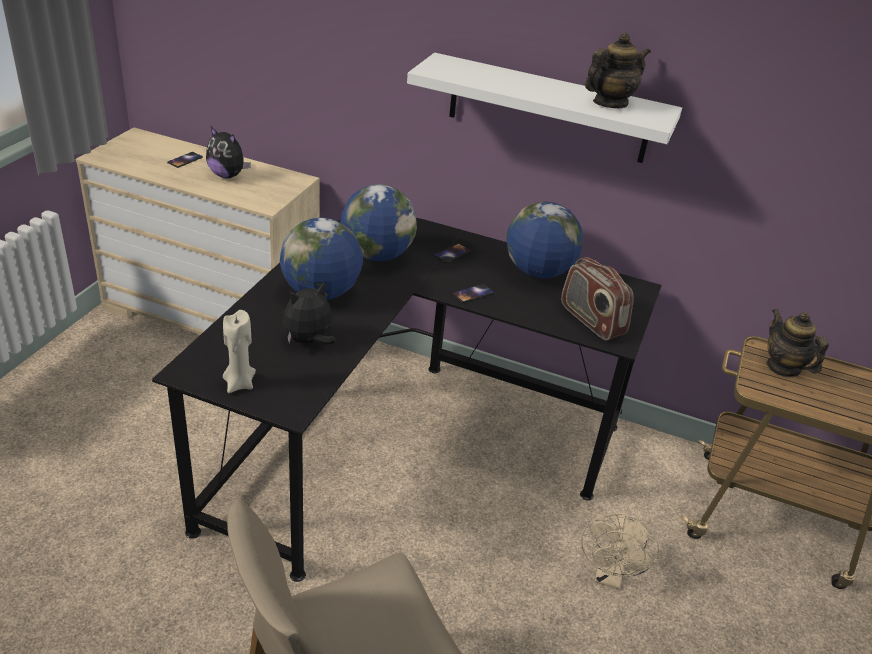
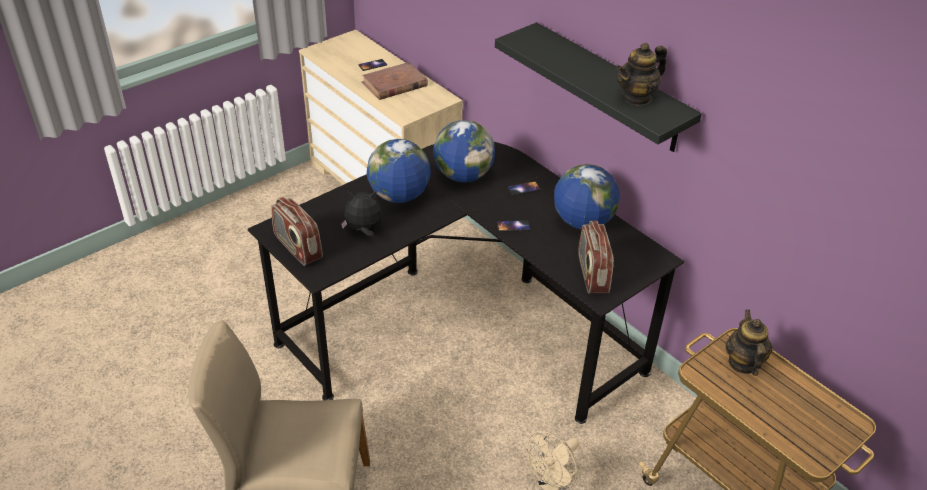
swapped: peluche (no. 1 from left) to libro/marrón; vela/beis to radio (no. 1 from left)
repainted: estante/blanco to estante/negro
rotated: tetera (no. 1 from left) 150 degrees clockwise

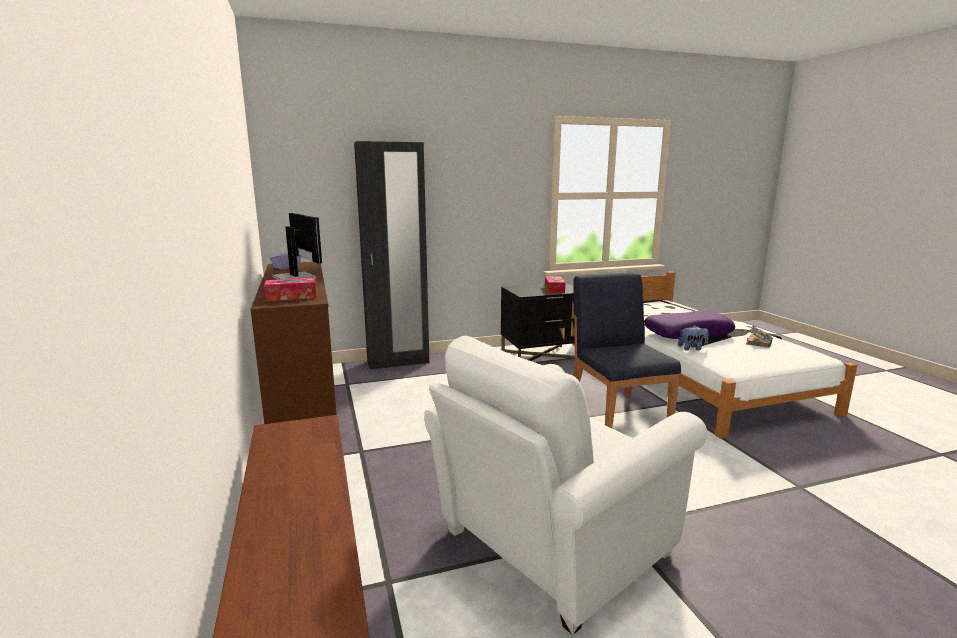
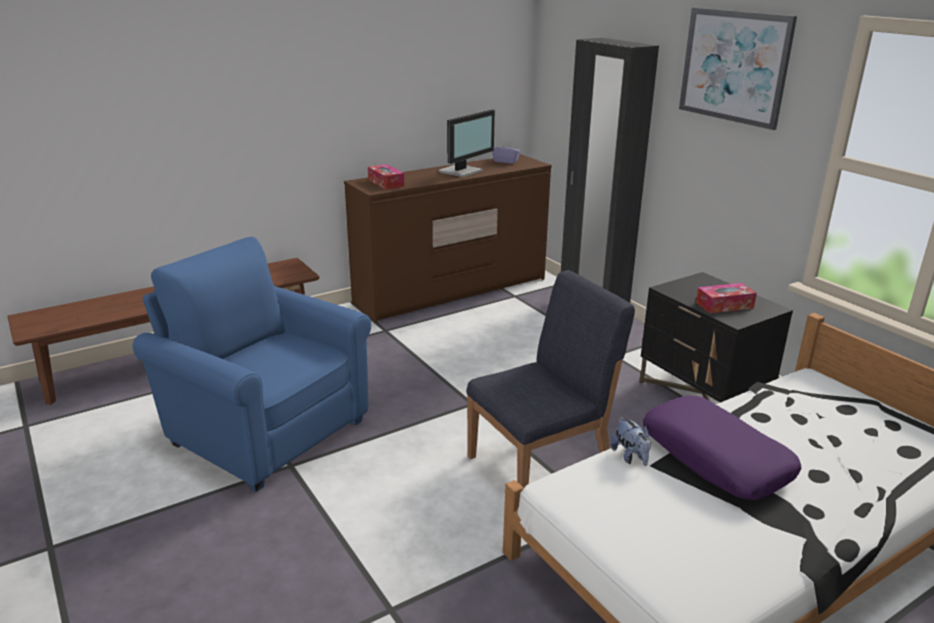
gone: libro
new: cuadro
repainted: sillón/blanco to sillón/azul

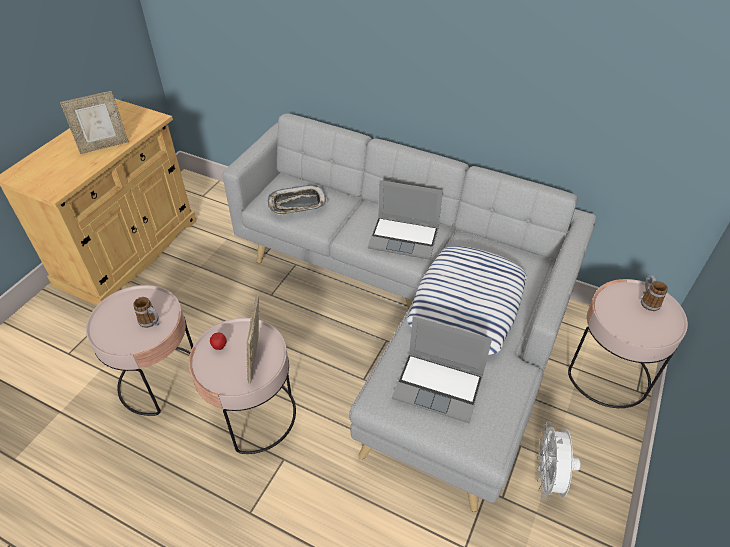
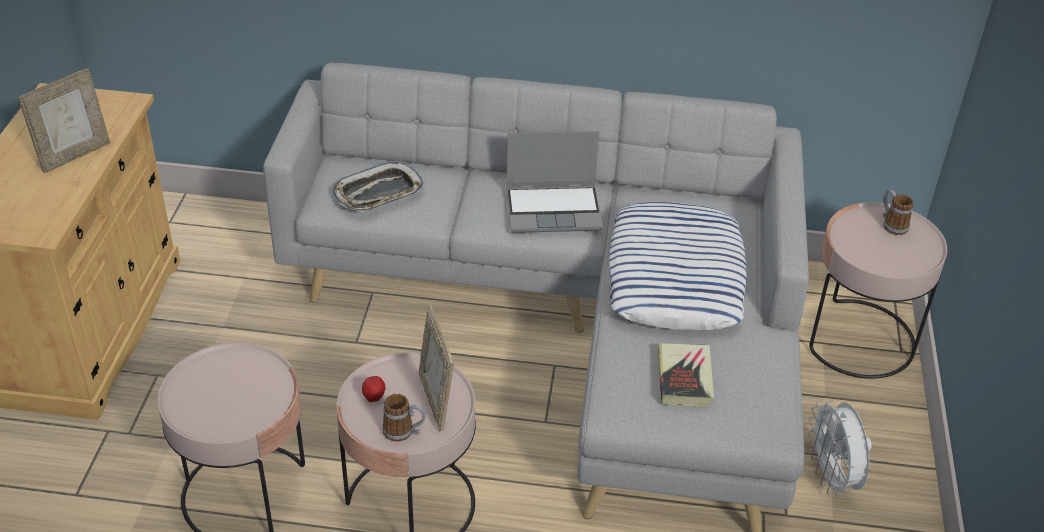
shifted: taza grande (no. 1 from left)
swapped: portátil (no. 2 from left) to libro

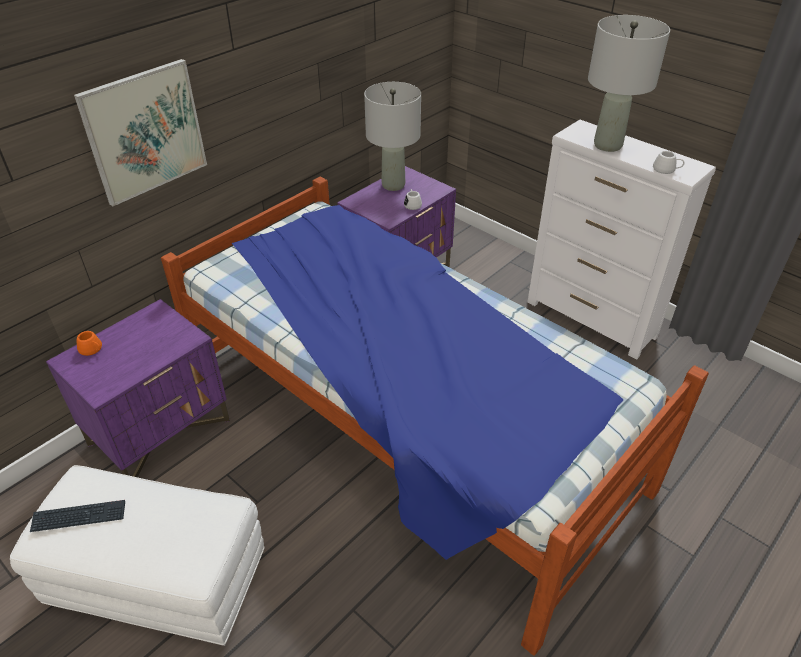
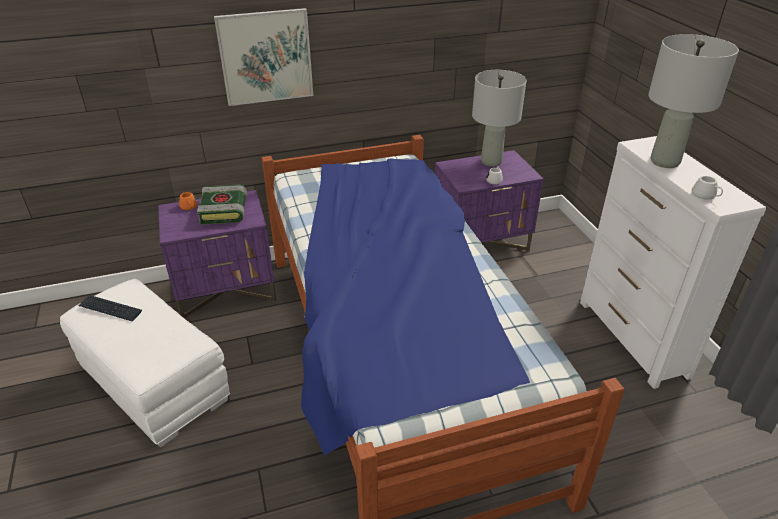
new: libro

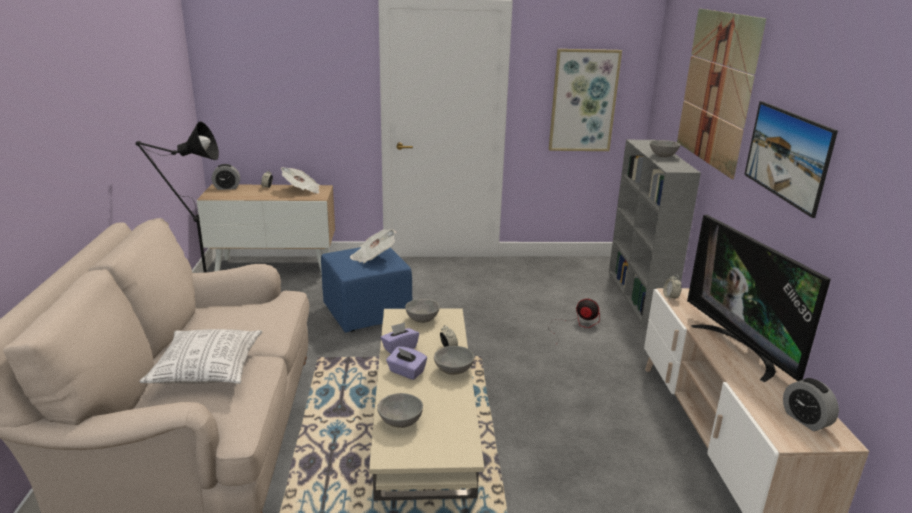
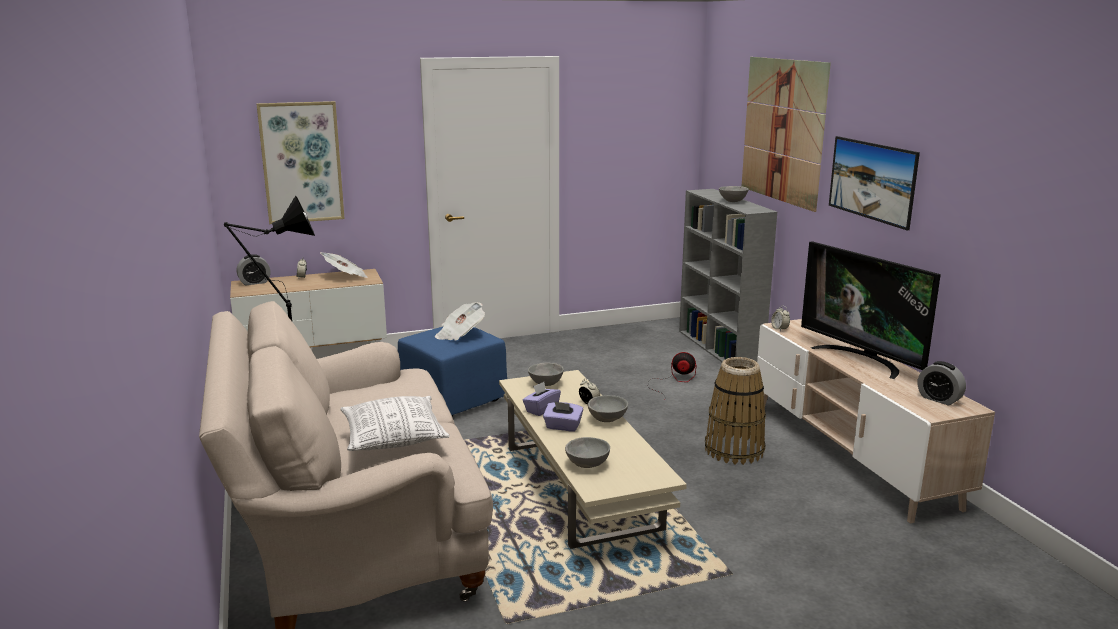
new: cesta
shifted: cuadro (no. 1 from left)

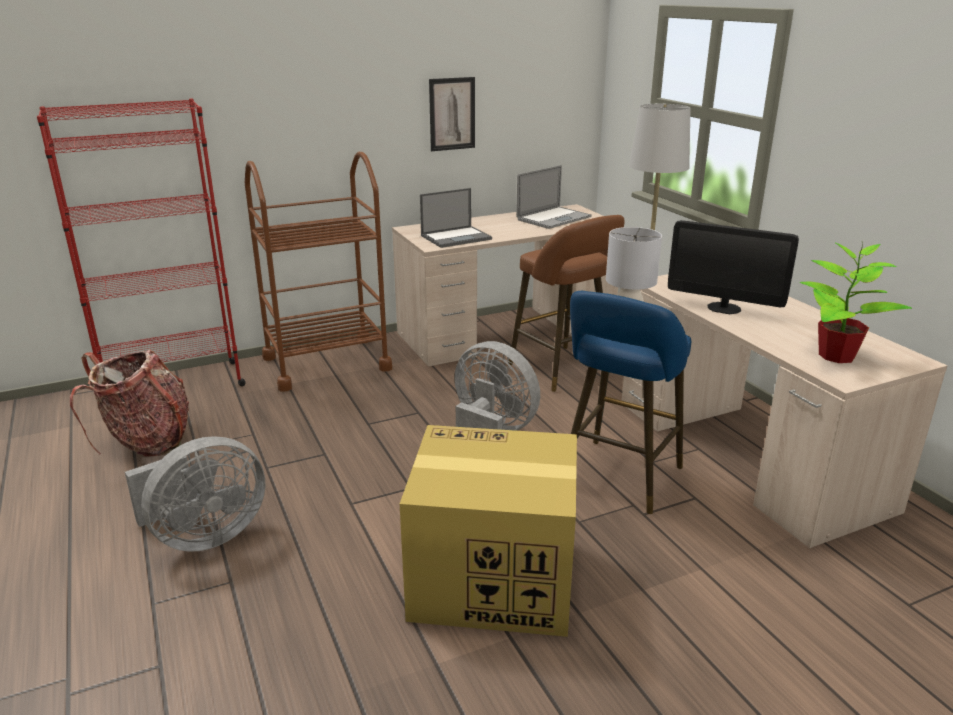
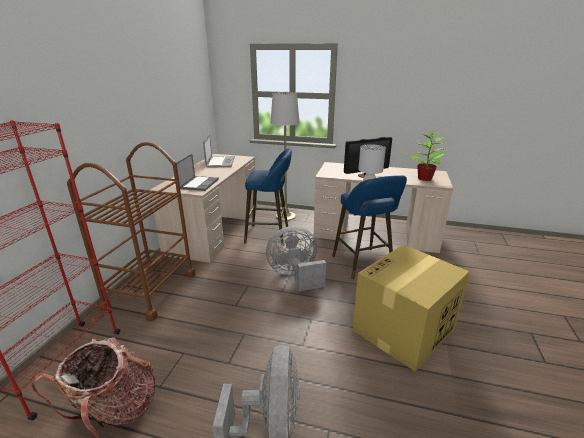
gone: cuadro
repainted: taburete/marrón to taburete/azul (no. 1 from left)

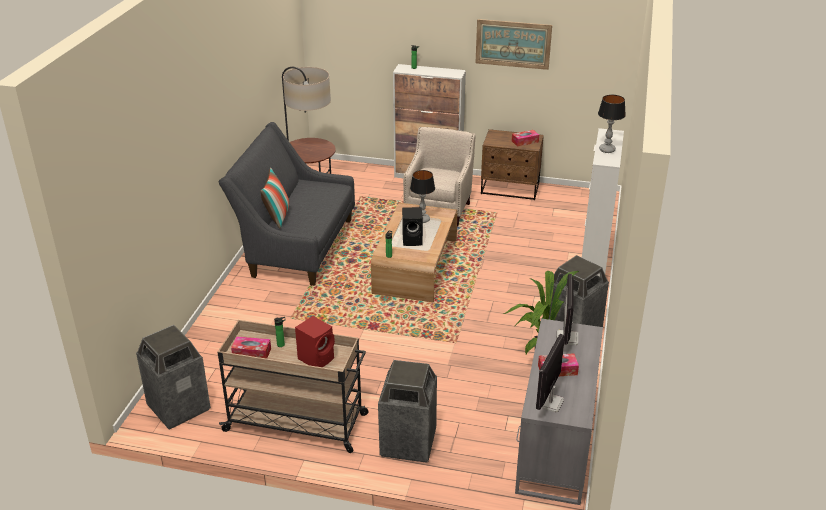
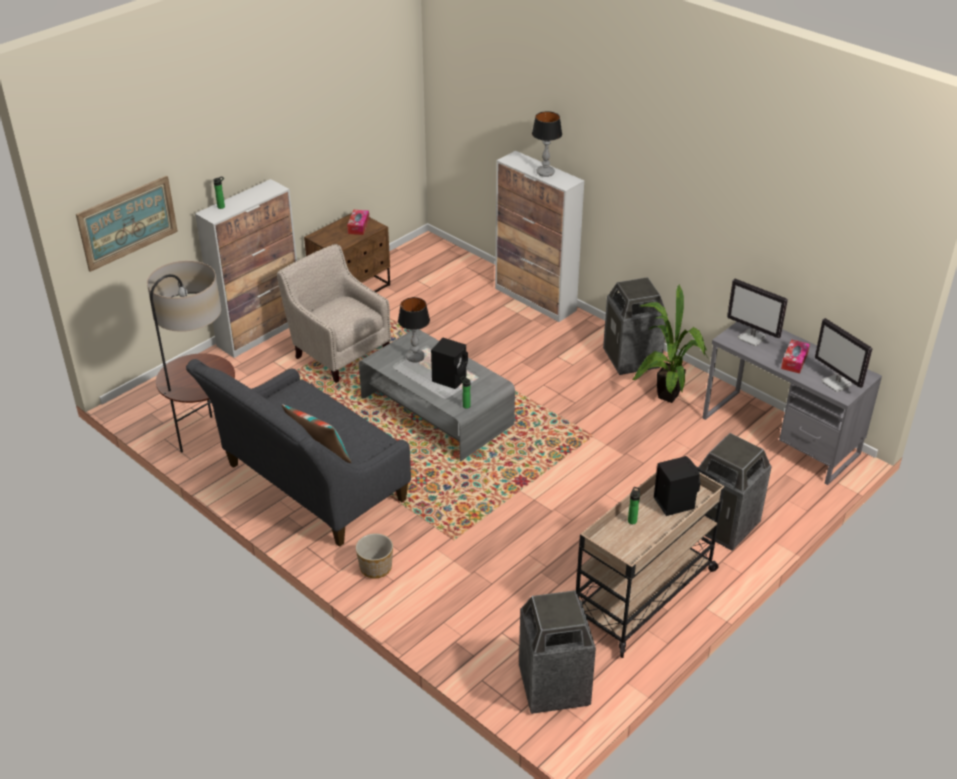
gone: caja de pañuelos (no. 1 from left)
new: maceta
shifted: cuadro
repainted: mesa de centro/marrón to mesa de centro/gris; altavoz/rojo to altavoz/negro (no. 2 from left)

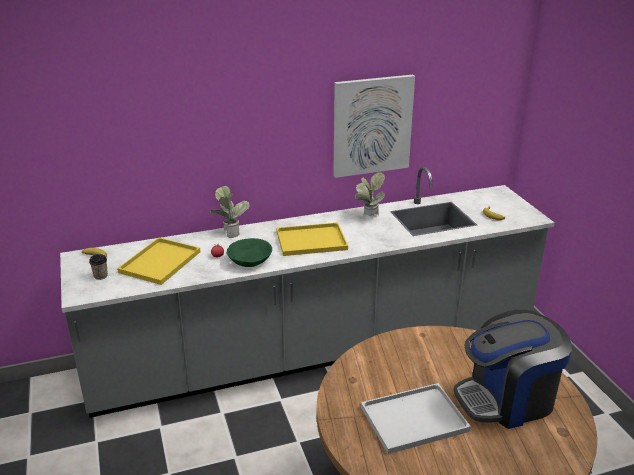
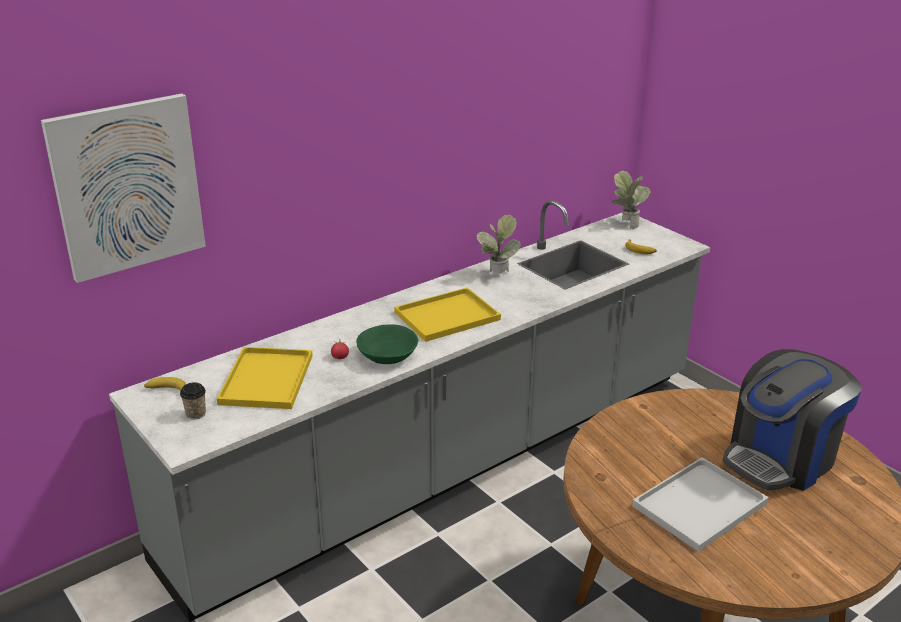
shifted: cuadro; planta en maceta (no. 1 from left in the first image) to planta en maceta (no. 2 from left)

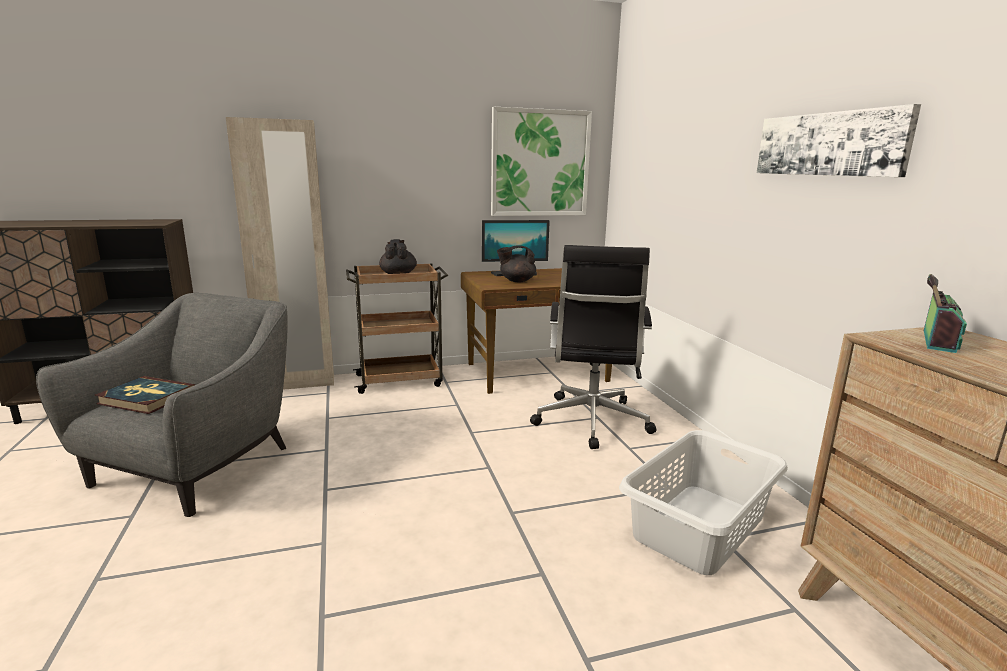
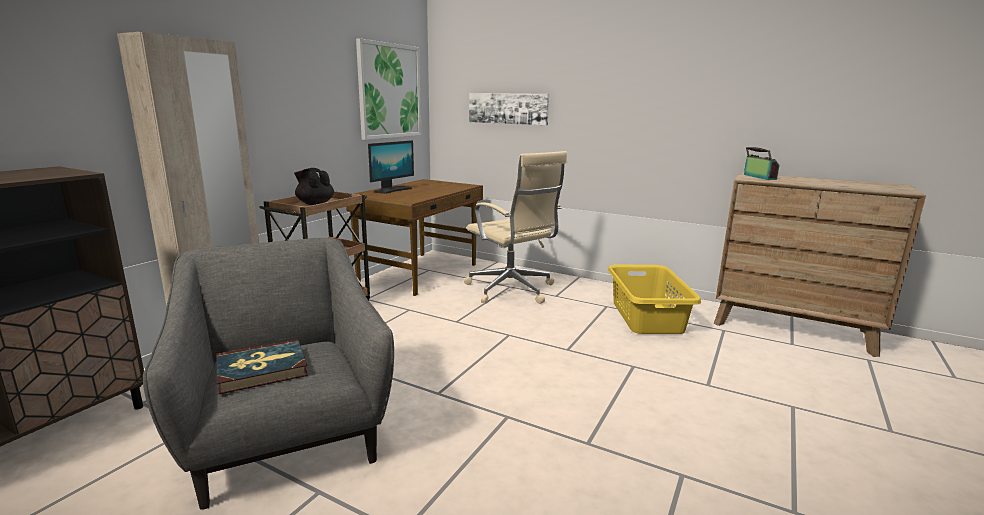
gone: tetera/negro (no. 2 from left)
shifted: cuadro (no. 2 from left)
repainted: silla de oficina/negro to silla de oficina/beis; cesto de la ropa/gris to cesto de la ropa/amarillo

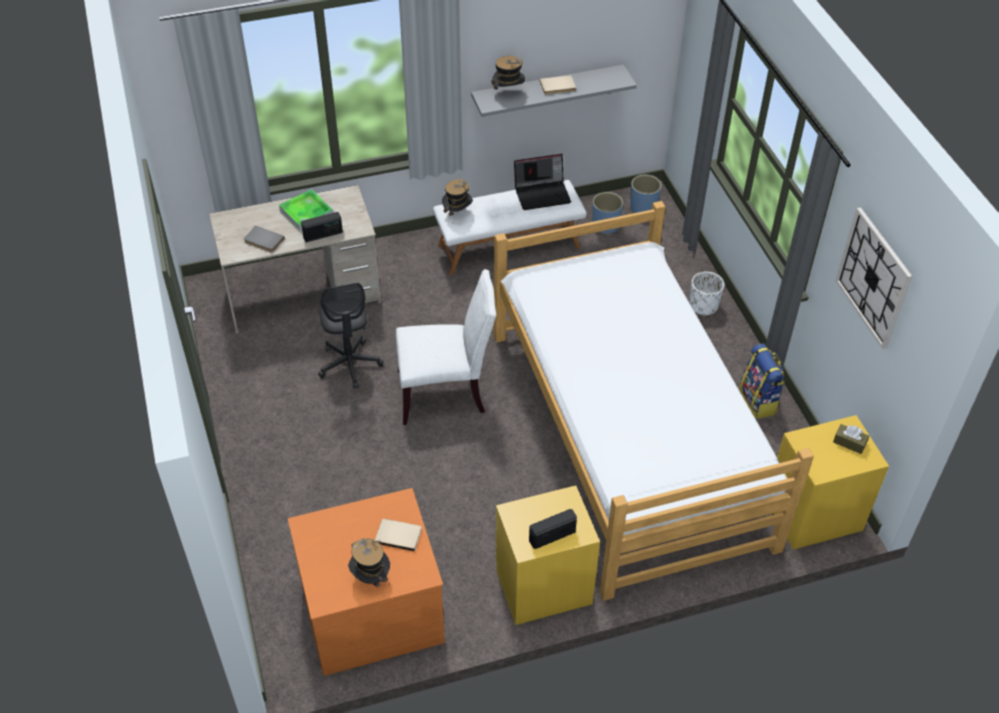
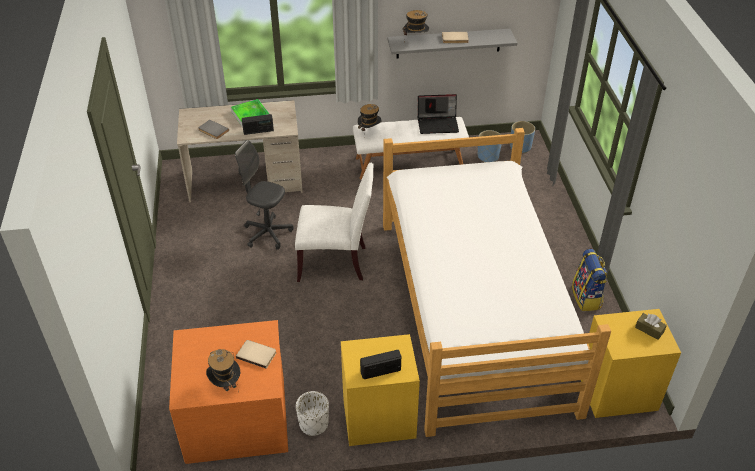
gone: reloj de pared
shifted: maceta/blanco
rotated: silla de oficina/gris 120 degrees clockwise

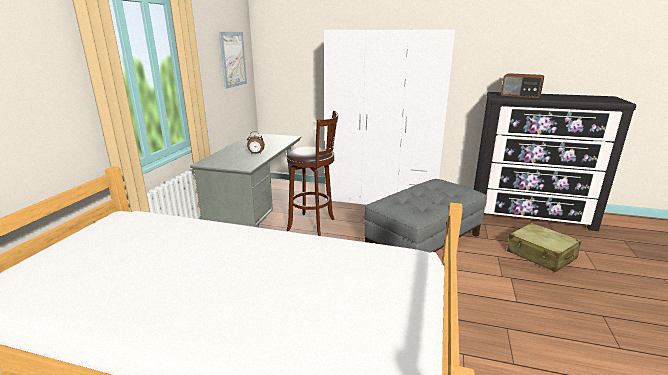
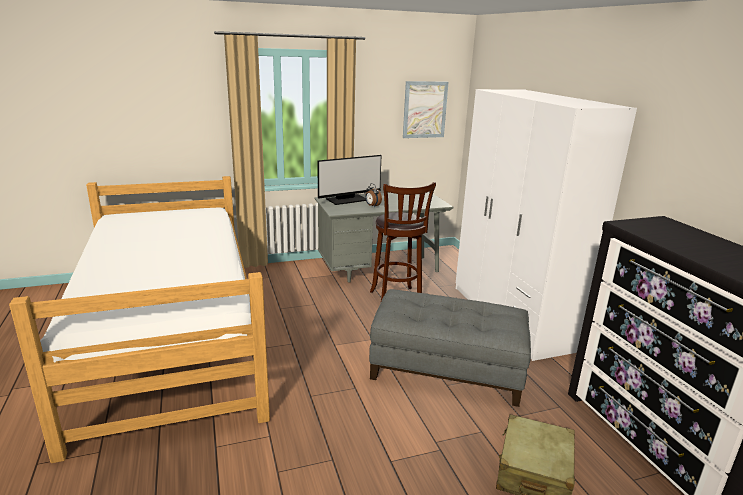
gone: radio
new: monitor

